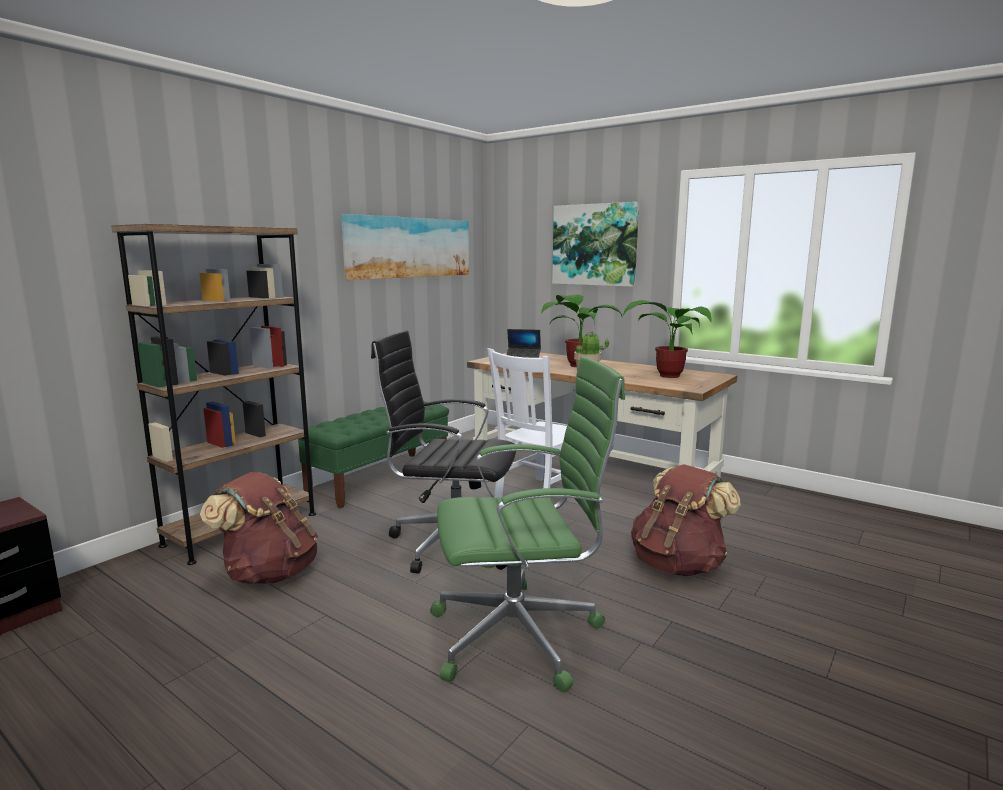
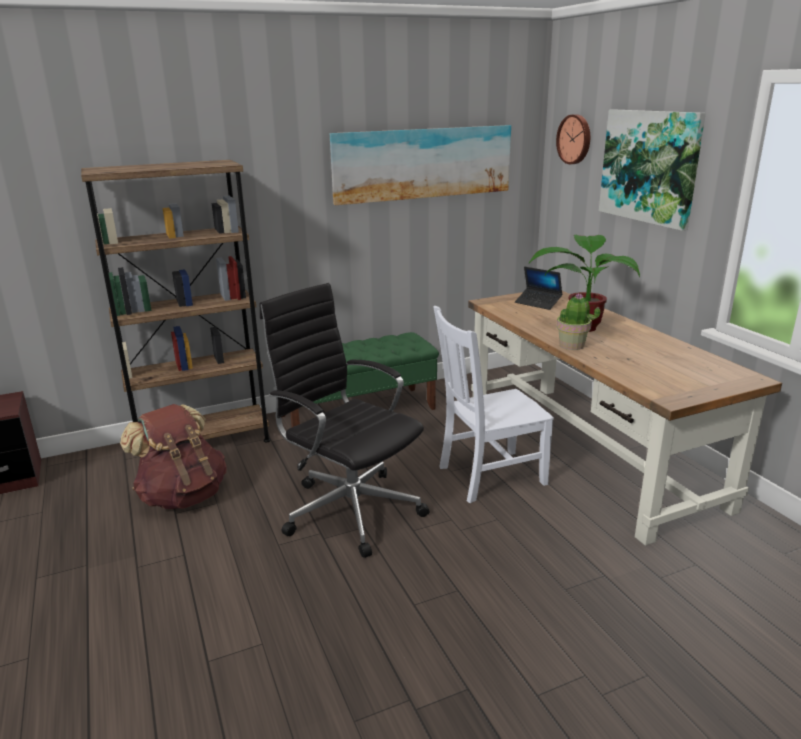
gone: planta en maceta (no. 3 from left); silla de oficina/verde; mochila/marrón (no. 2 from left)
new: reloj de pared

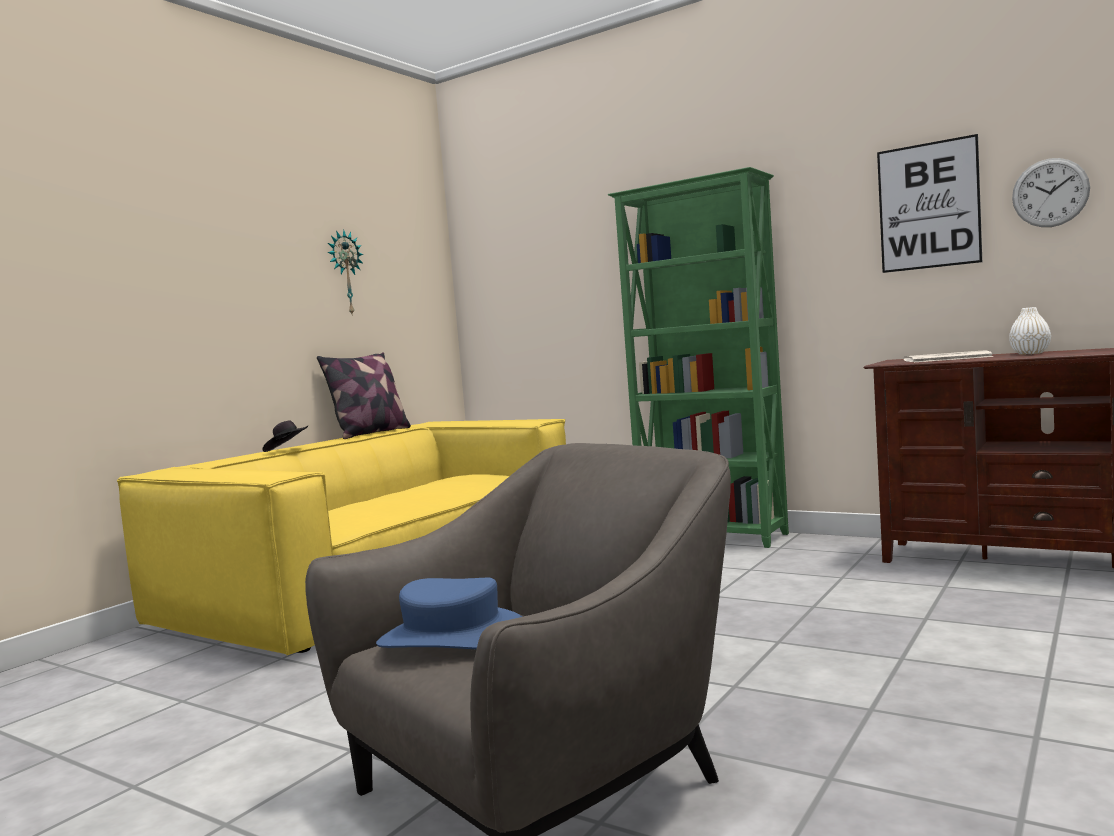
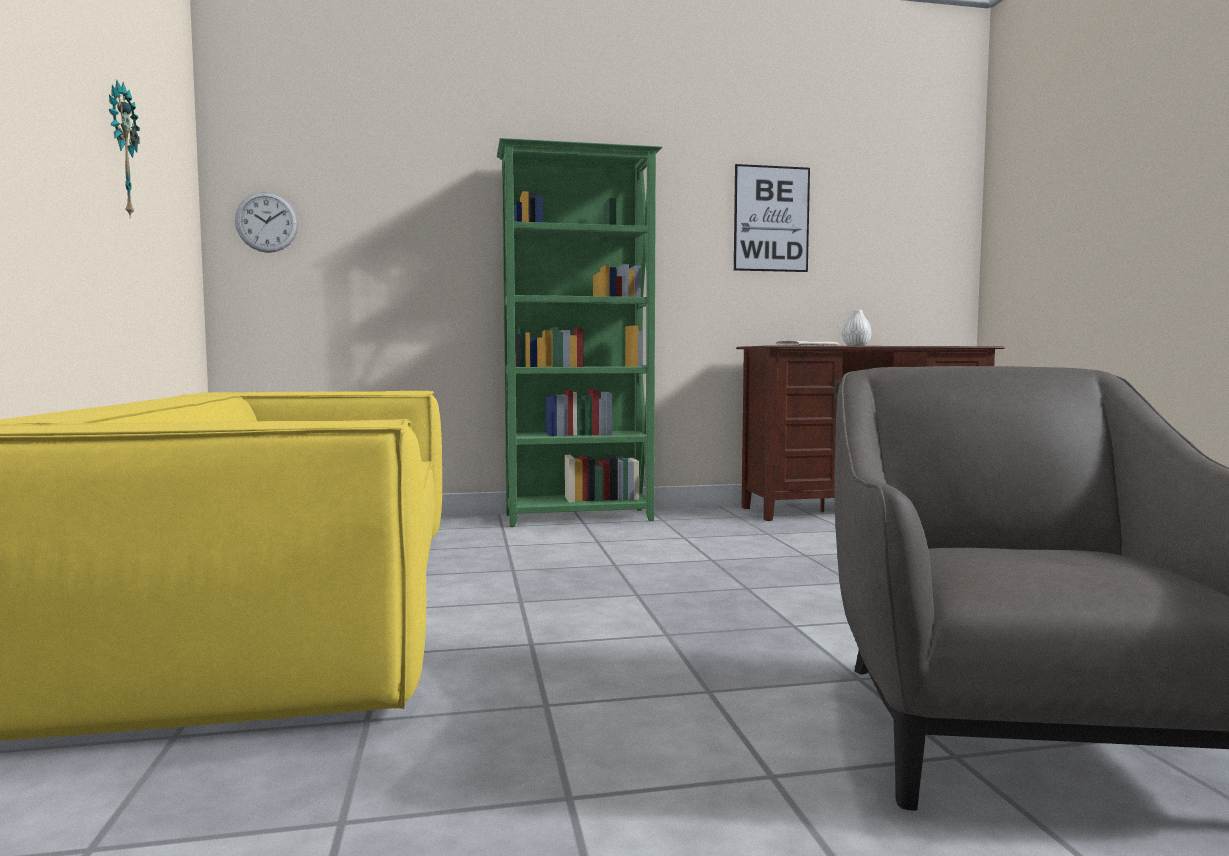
gone: cojín; sombrero/negro; sombrero/azul
shifted: reloj de pared (no. 2 from left)

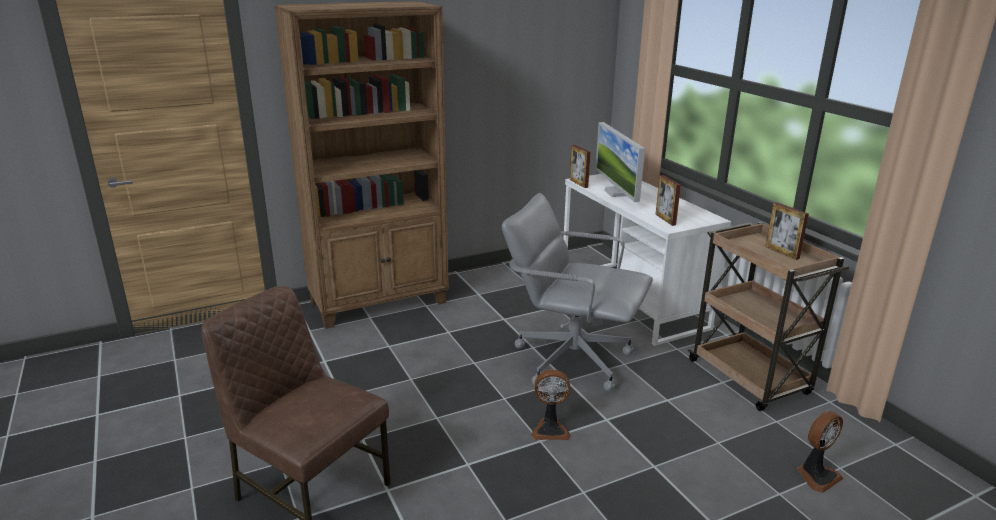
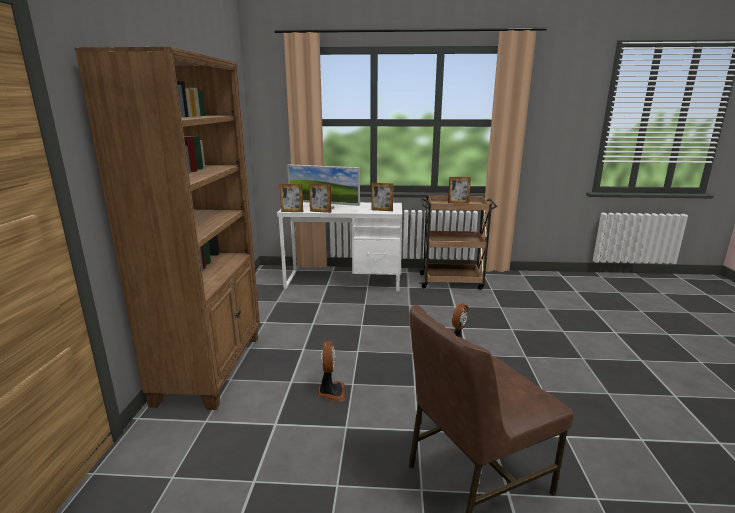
gone: silla de oficina/gris
new: portarretratos (no. 2 from left)
shifted: ventilador (no. 2 from left in the first image) to ventilador (no. 1 from left)

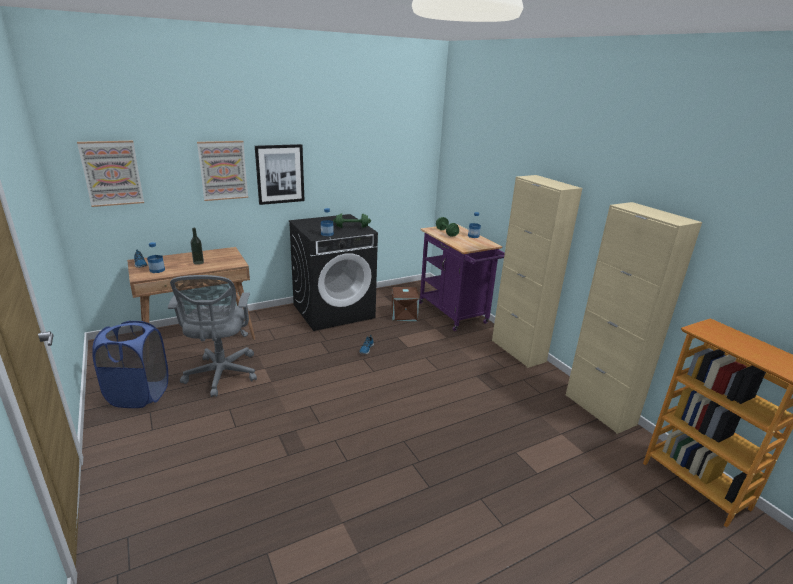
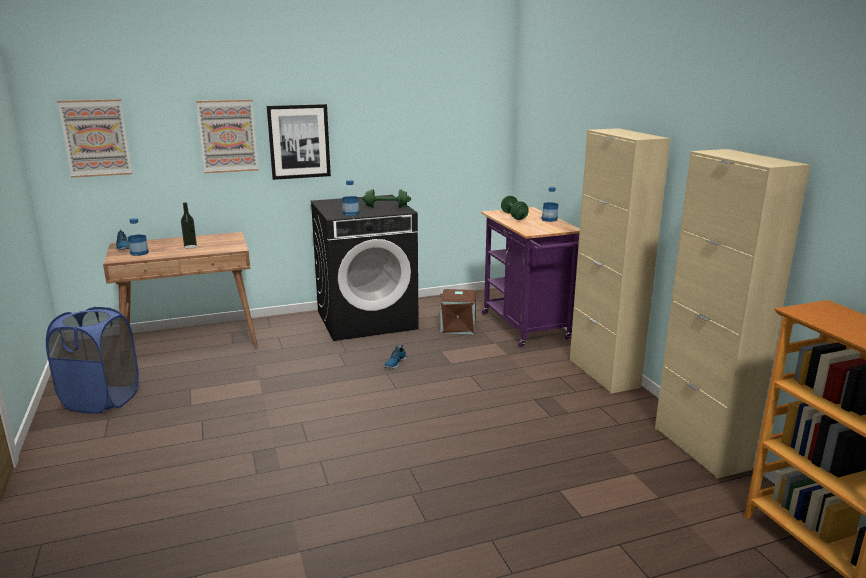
gone: silla de oficina/gris

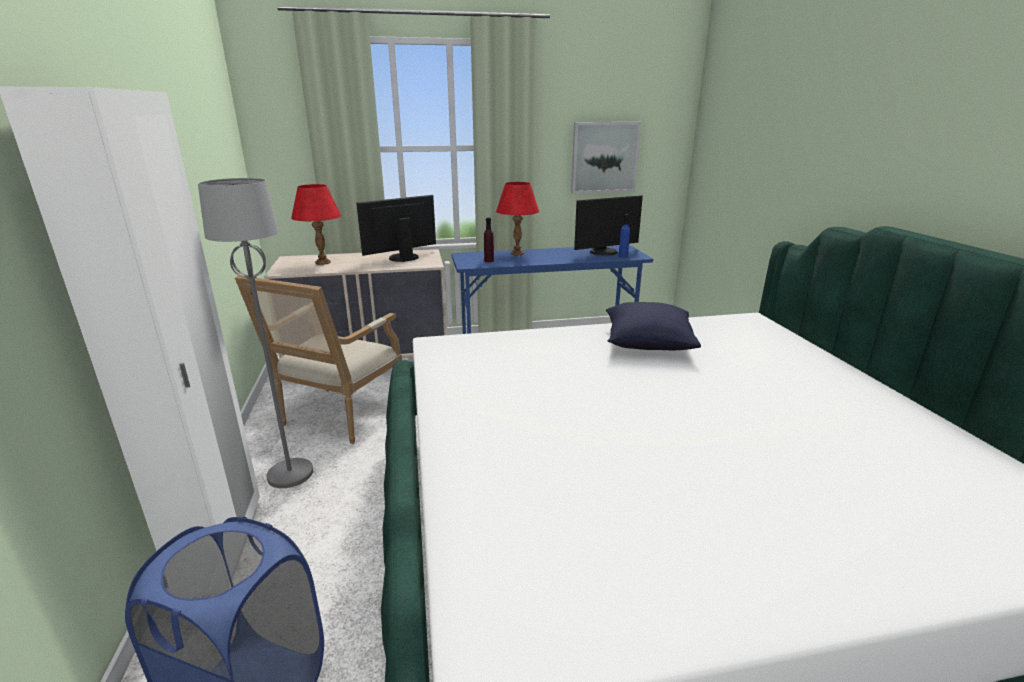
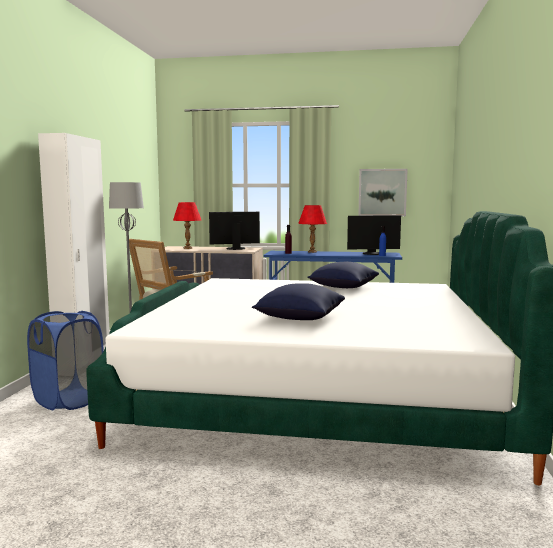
new: cojín/azul (no. 1 from left)

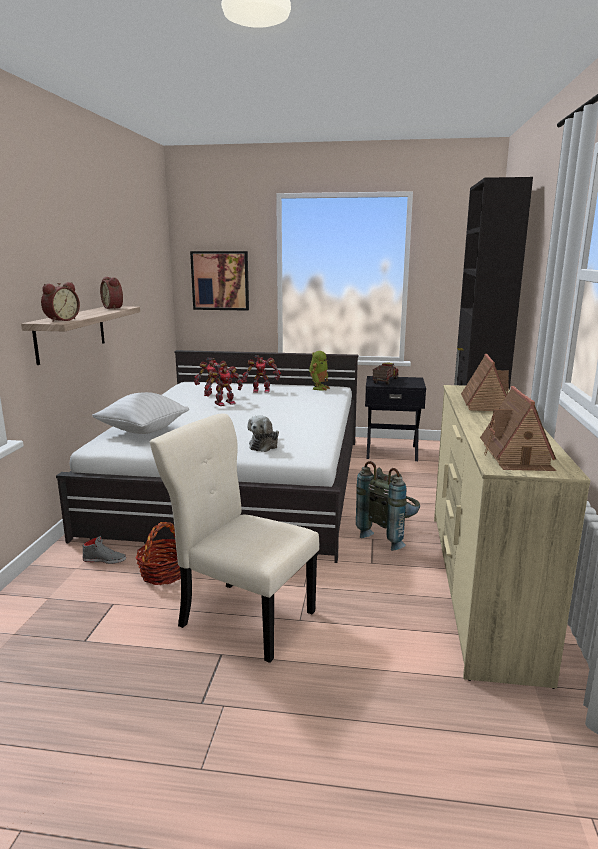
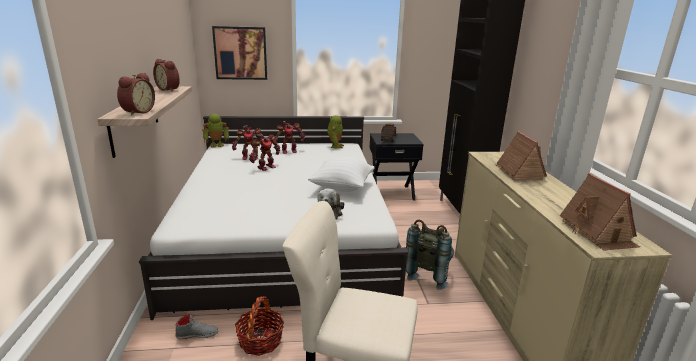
new: robot de juguete (no. 1 from left)
shifted: cojín/blanco

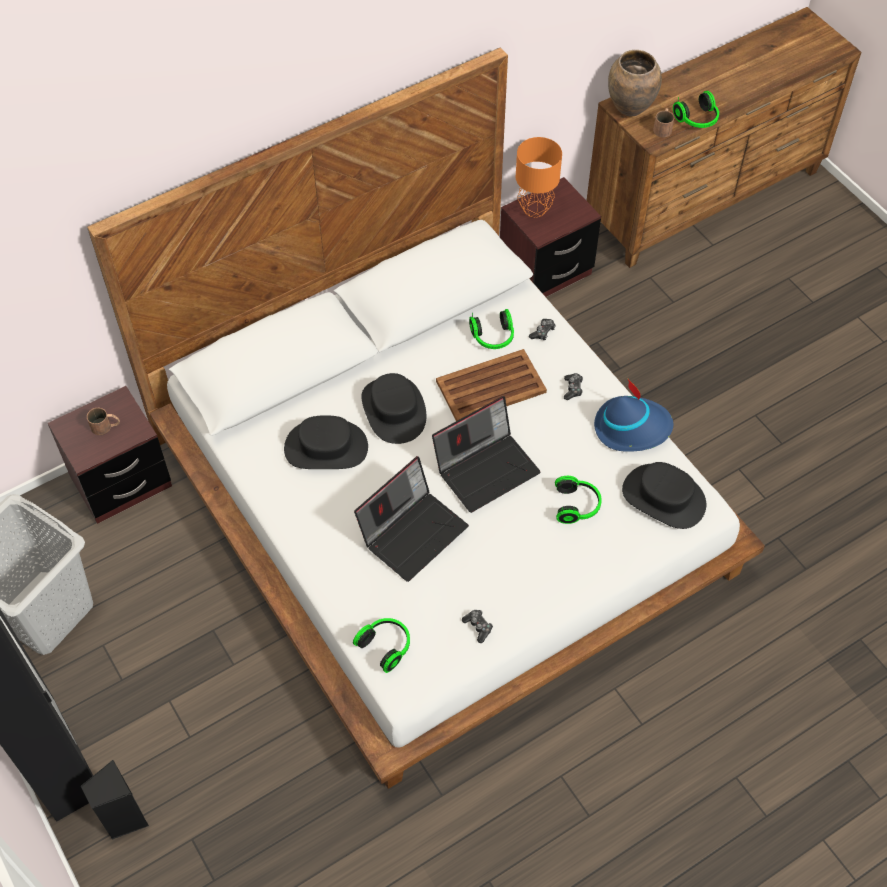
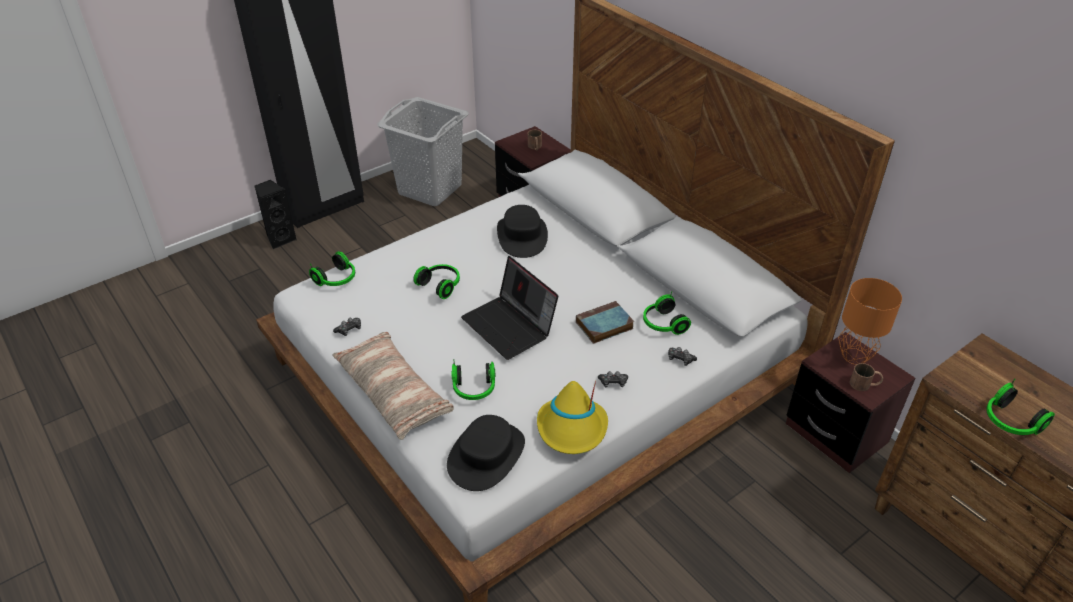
gone: florero/marrón; sombrero/negro (no. 2 from left)
new: cojín
shifted: taza grande/marrón (no. 2 from left)
swapped: bandeja/marrón to libro; portátil (no. 1 from left) to auriculares (no. 2 from left)
repainted: sombrero/azul to sombrero/amarillo

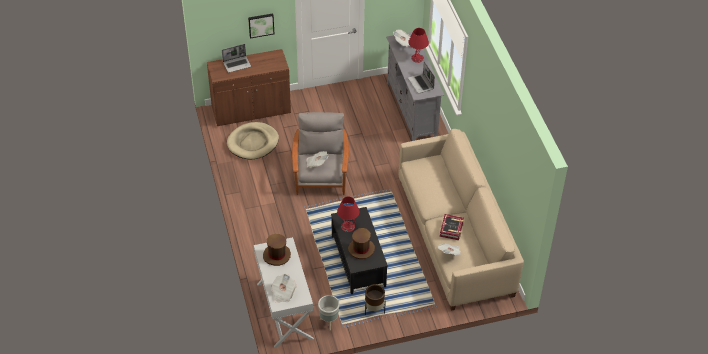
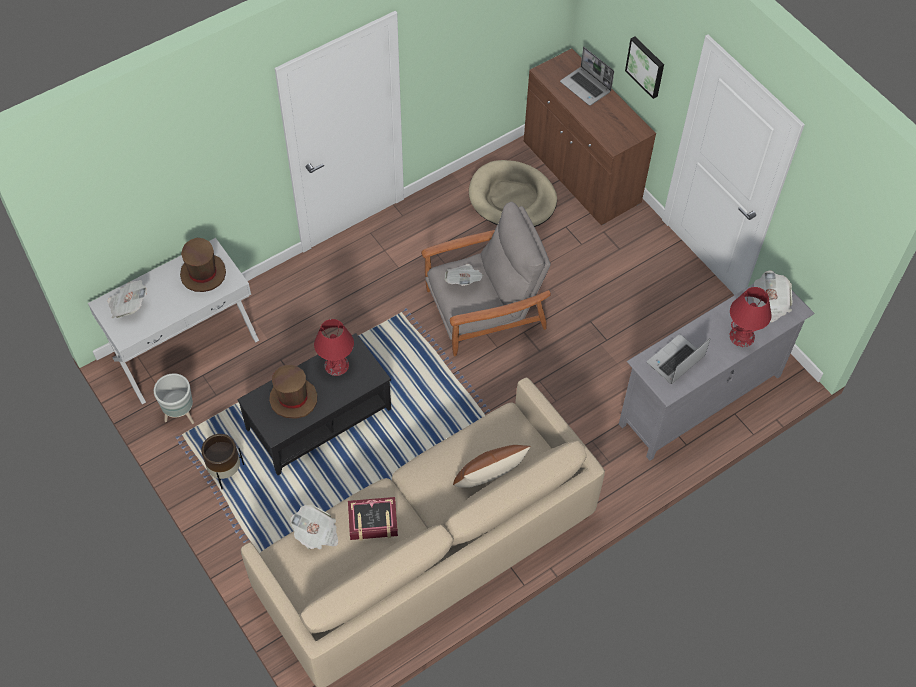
new: cojín/marrón

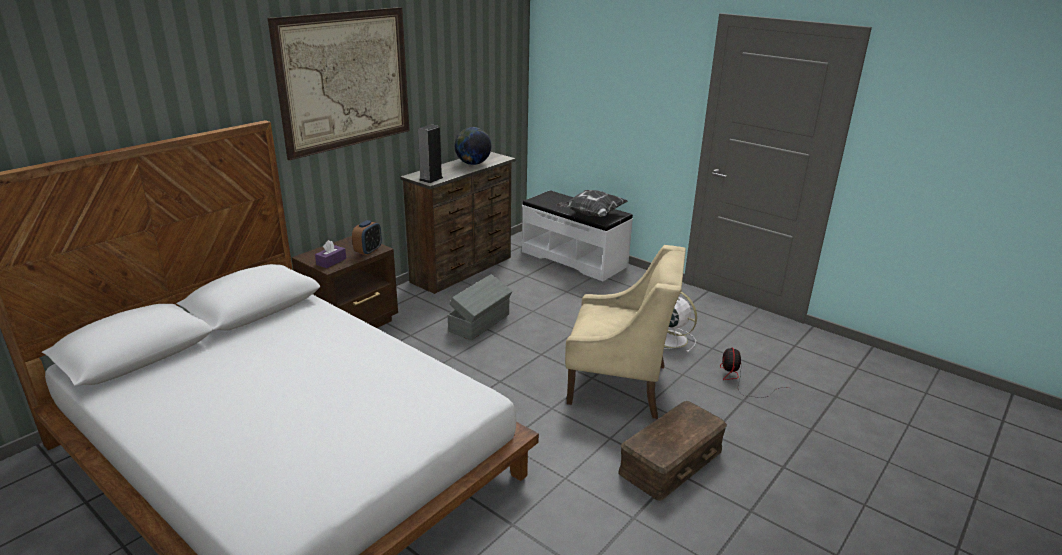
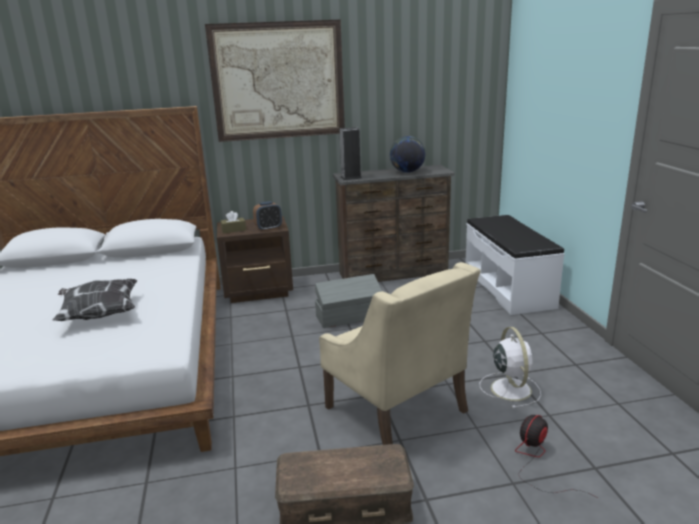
shifted: cojín
repainted: caja de pañuelos/morado to caja de pañuelos/marrón

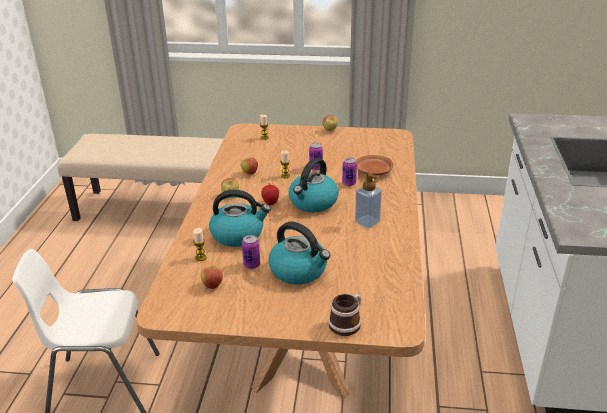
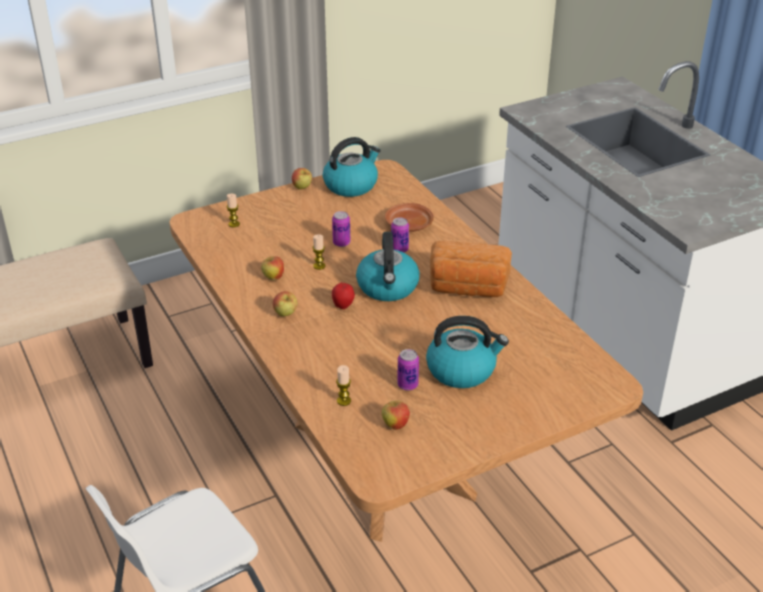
gone: taza grande
shifted: hervidor (no. 1 from left)
swapped: dispensador de jabón to pan

